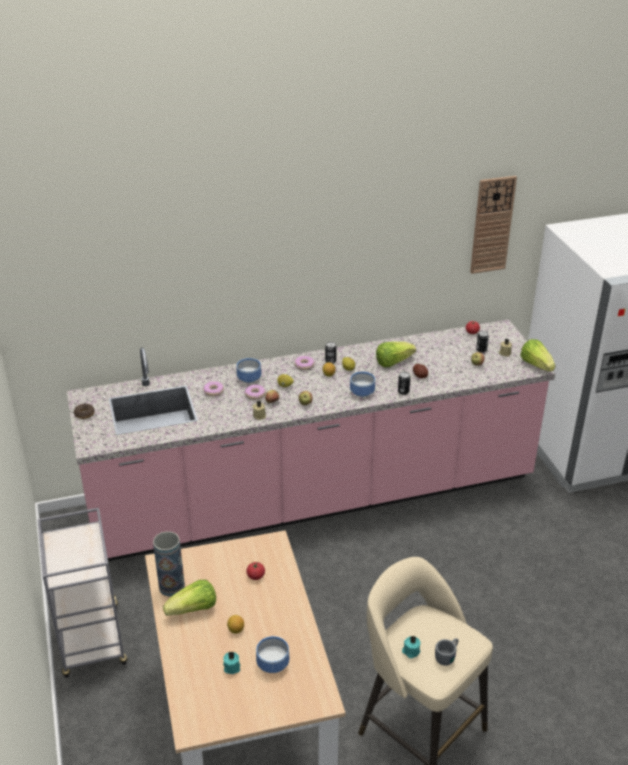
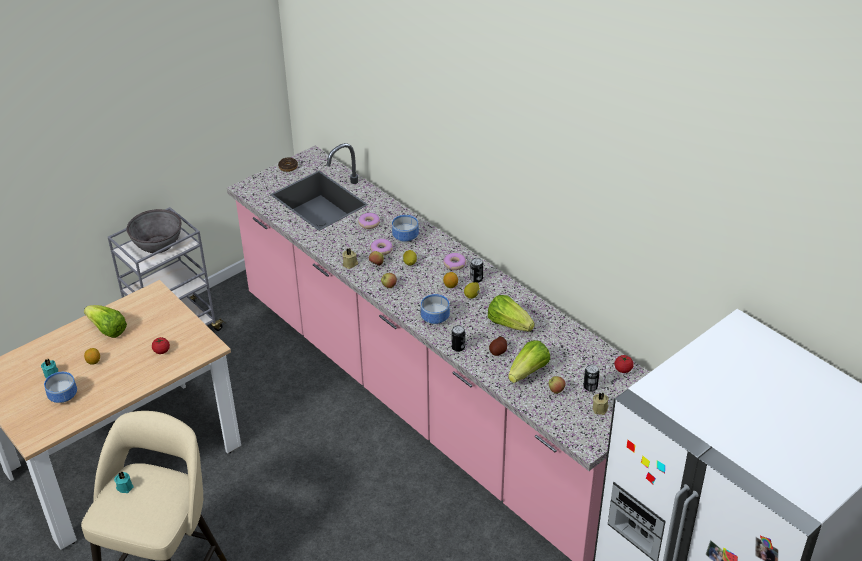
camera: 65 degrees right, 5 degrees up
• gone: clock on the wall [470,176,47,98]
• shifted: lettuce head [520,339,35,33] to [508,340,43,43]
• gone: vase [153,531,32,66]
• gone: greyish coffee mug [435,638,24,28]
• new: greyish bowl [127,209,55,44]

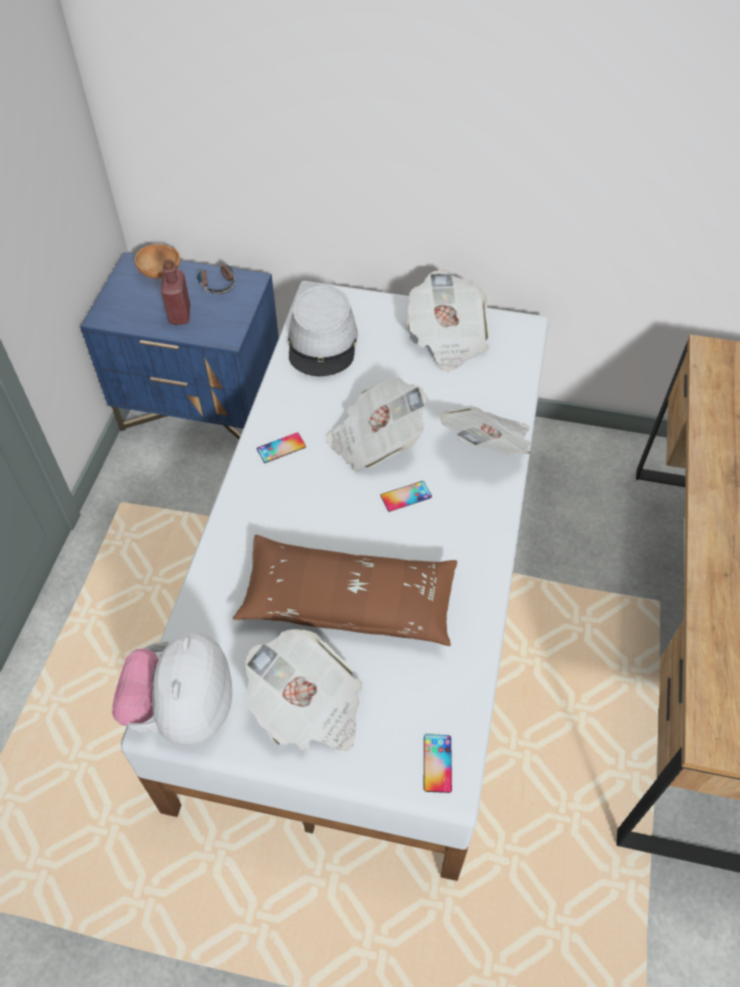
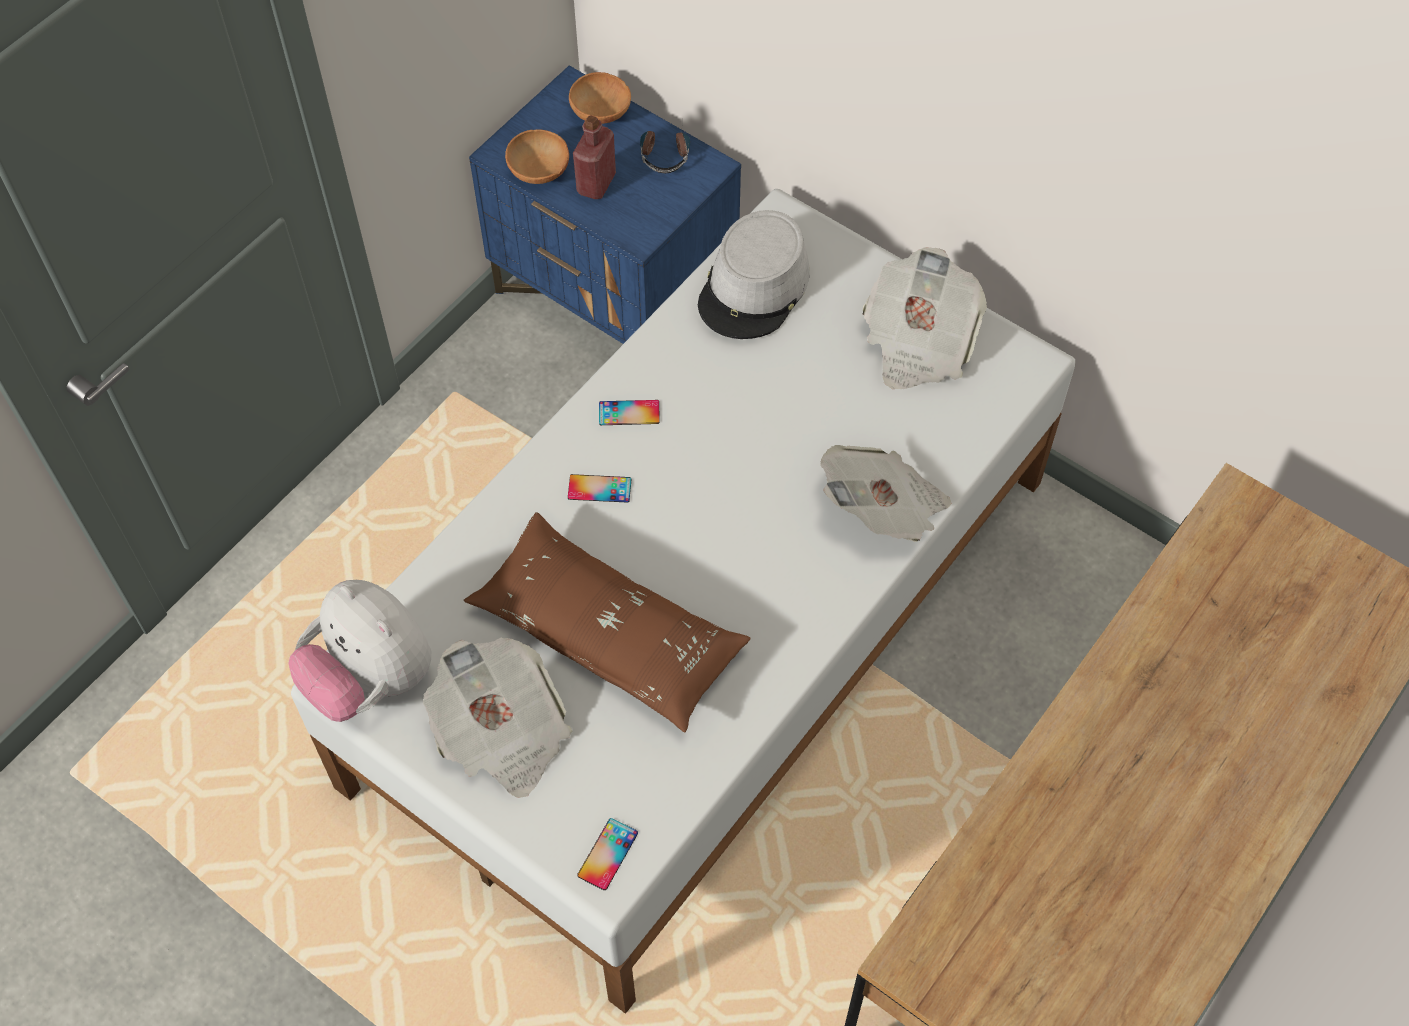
camera: 25 degrees right, 5 degrees up
• gone: printed paper [326,377,102,95]
• shifted: telephone [381,481,51,31] to [568,474,63,29]
• rotated: soft toy [112,632,120,113] = [288,580,143,142] 75 degrees counterclockwise
• new: brown-coloured bowl [505,129,64,55]

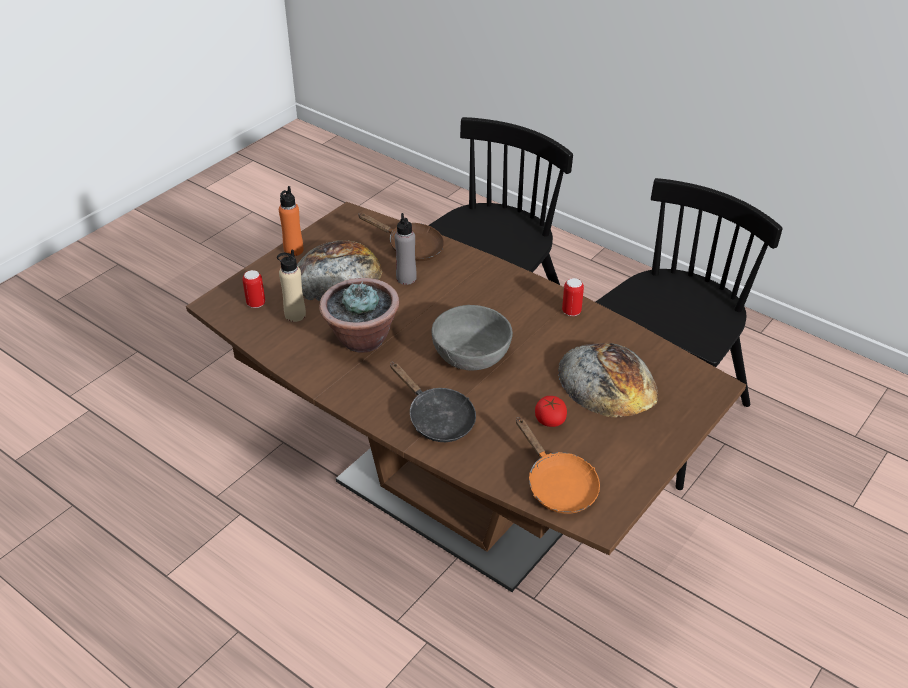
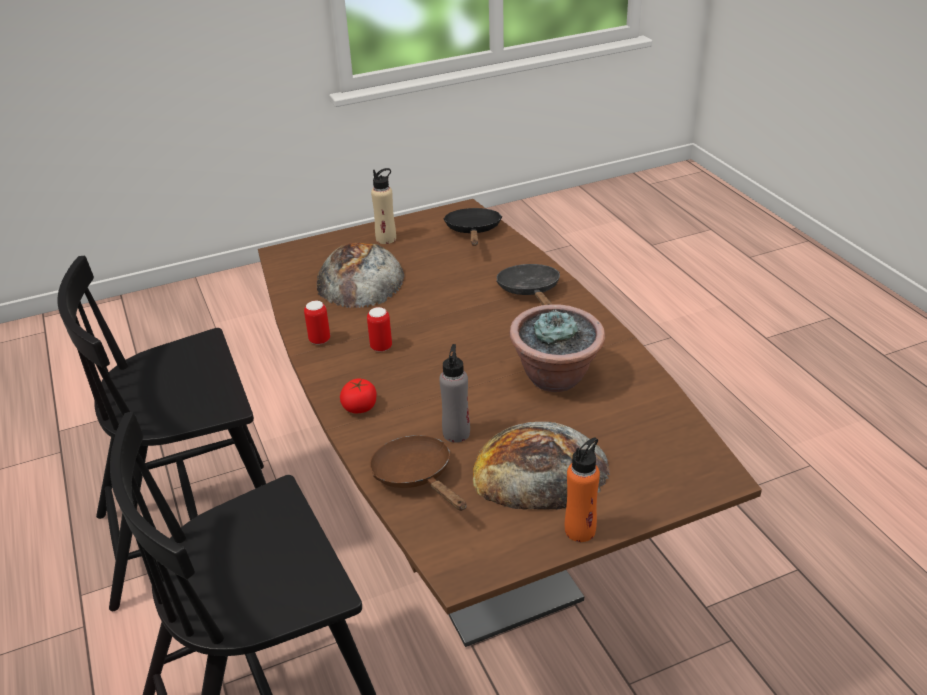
camera: 150 degrees left, 5 degrees down
• shifted: sand-coloured bottle [277,249,29,73] to [371,168,25,76]
• shifted: can [242,270,23,38] to [367,307,25,45]
• gone: greyish bowl [432,305,81,65]
• shifted: whole tomato [535,396,32,31] to [340,378,36,35]
• repainted: orange frying pan [516,417,84,97] to blackish frying pan [443,208,59,38]

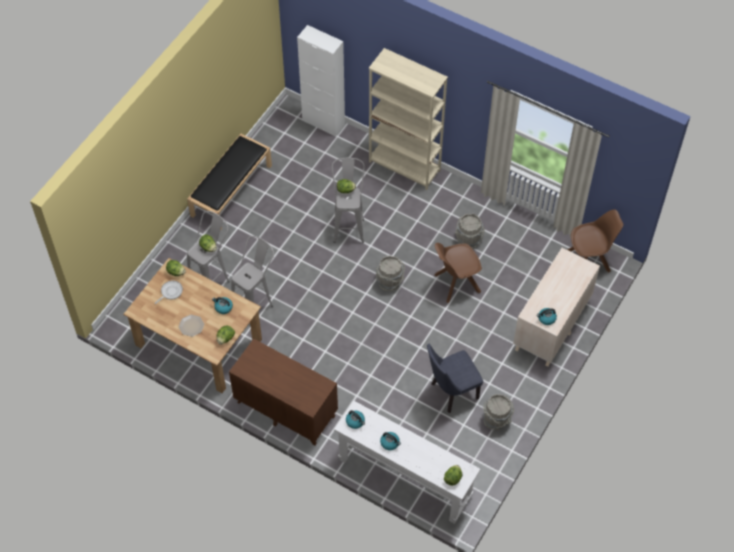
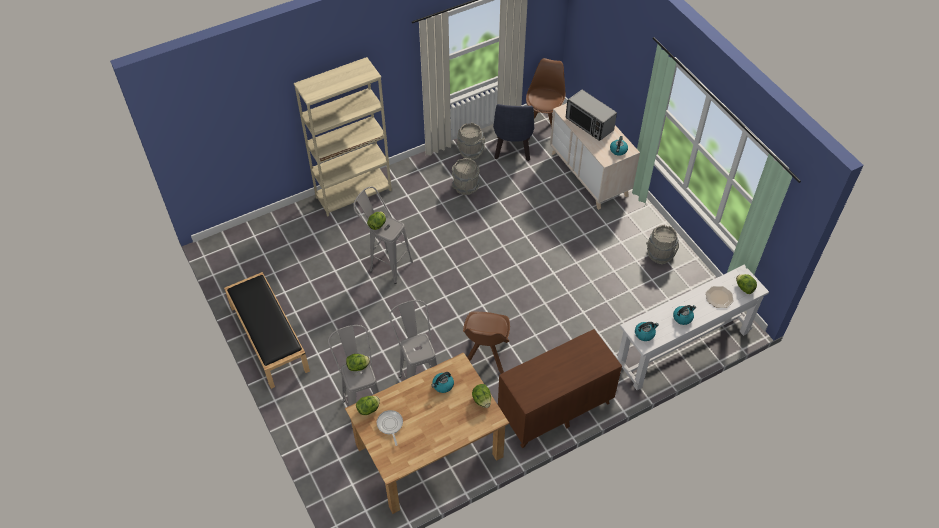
camera: 60 degrees left, 5 degrees down
• gone: white cabinet [297,25,48,112]
• shifted: brown-coloured upright chair [434,243,48,60] to [463,312,47,62]
• shifted: greyish pail [376,256,29,35] to [456,123,29,37]
• shifted: flat dish [179,315,25,22] to [706,286,28,22]
• shifted: blue-coloured upright chair [427,344,56,69] to [493,104,41,57]
• new: microwave [565,90,52,51]

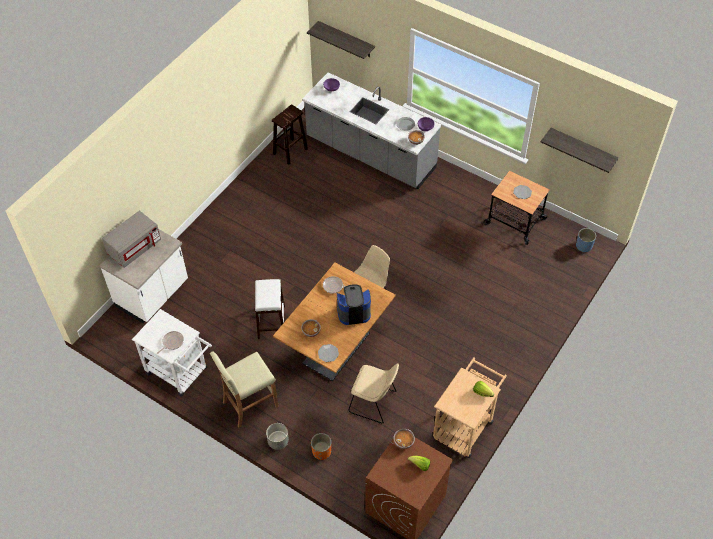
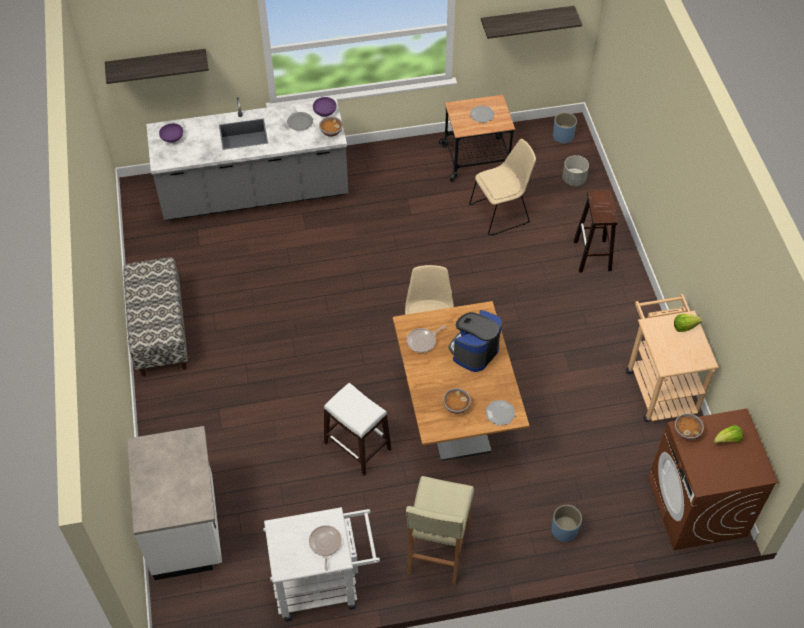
camera: 45 degrees left, 0 degrees up
• shifted: brown-coloured stool seat [272,104,36,61] to [574,190,44,83]
• gone: greyish microwave [102,210,59,58]
• shifted: sand-coloured upright chair [348,363,51,61] to [469,139,67,97]
• shifted: greyish flower pot [266,423,23,27] to [563,155,26,31]
• repainted: orange flower pot [311,433,20,27] to blue-coloured flower pot [552,505,30,38]
• new: long seat [123,257,65,119]

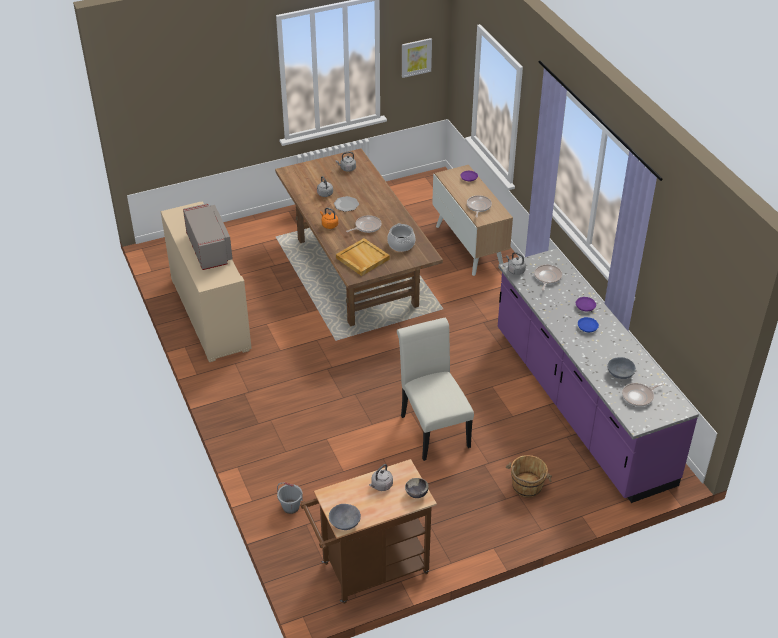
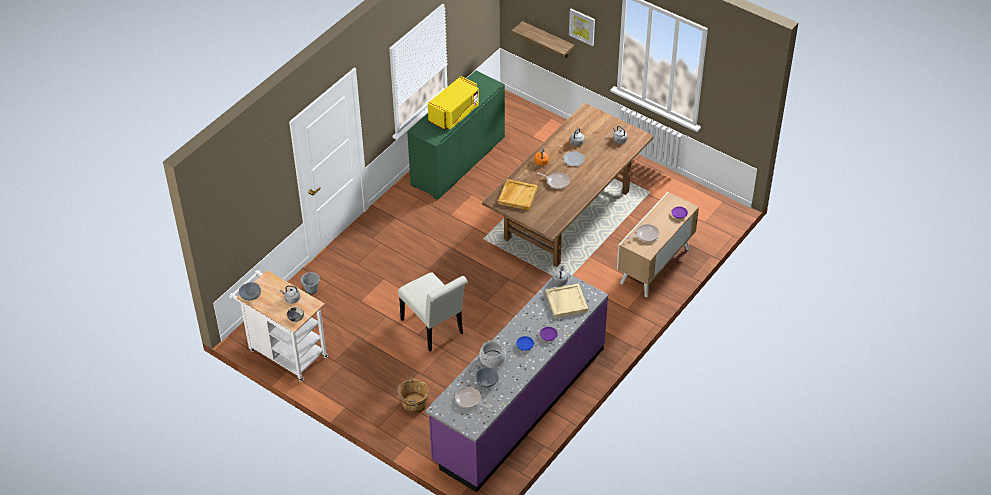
camera: 60 degrees right, 5 degrees up
• shifted: wall art [402,38,30,40] to [569,9,26,37]
• repainted: sand-coloured cabinet [161,201,91,161] to green cabinet [407,71,98,129]
• repainted: greyish microwave [183,203,50,67] to yellowish microwave [428,76,51,54]
• shifted: cooking pot [387,223,29,29] to [480,340,26,28]
• swapped: frying pan [534,265,28,26] to sand-coloured serving tray [546,283,42,35]
• rotated: white upright chair [397,318,77,143] = [398,273,70,78] 105 degrees clockwise
• repainted: brown-coloured wheeled cart [300,459,137,145] to white wheeled cart [229,270,99,112]
• new: wall shelf [512,21,62,37]

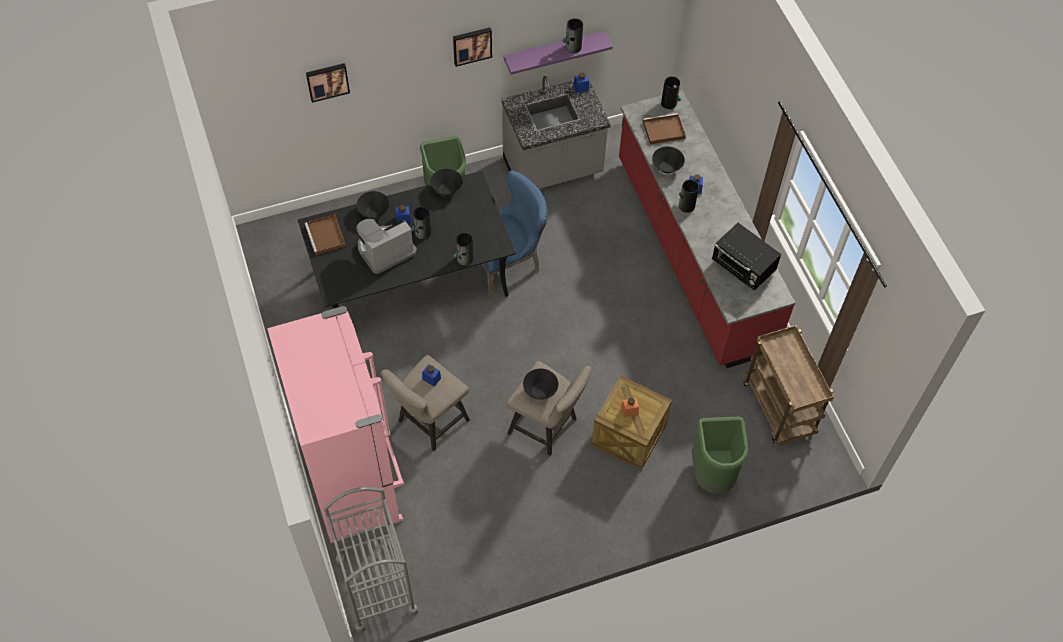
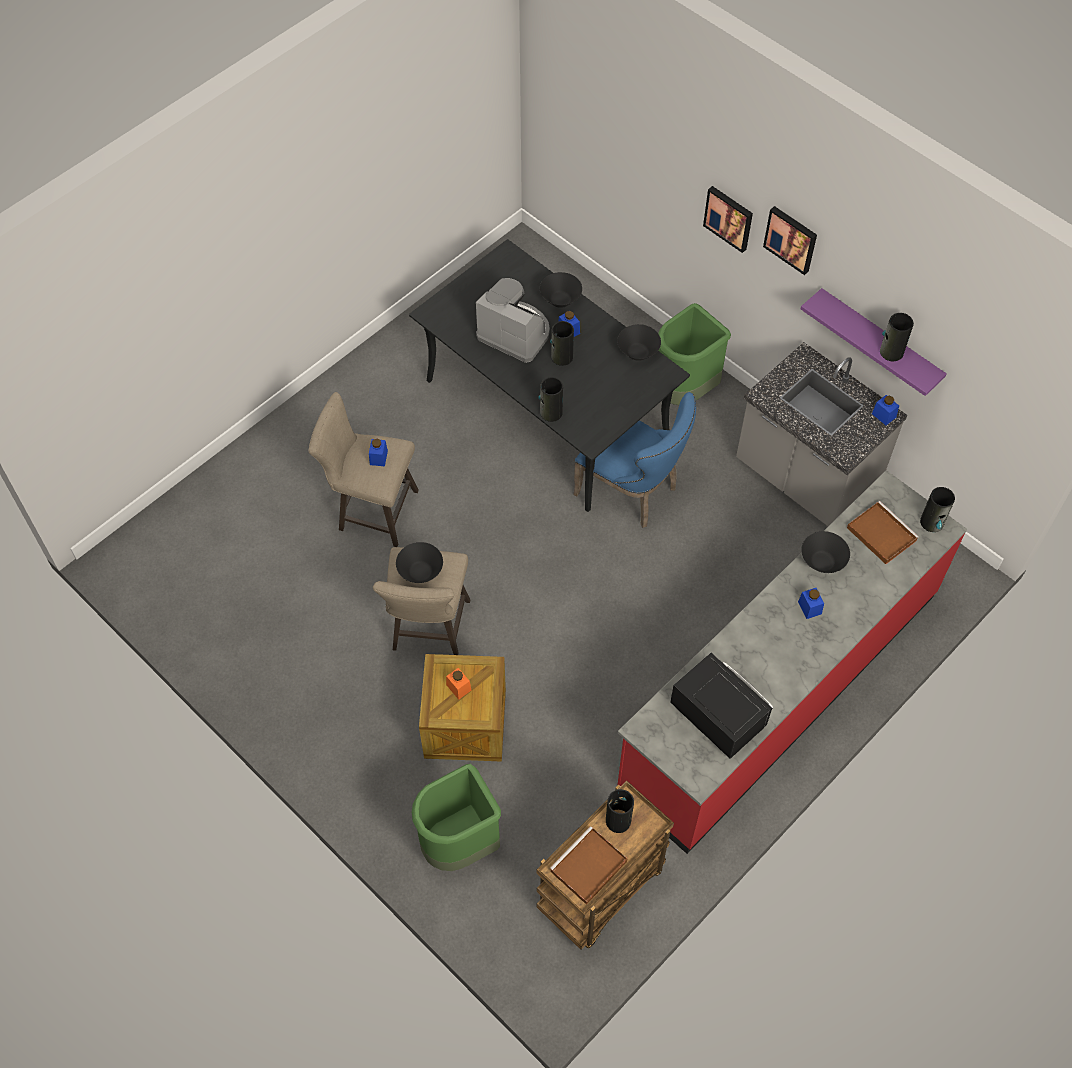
camera: 65 degrees right, 0 degrees up
• shifted: wall art [306,63,44,40] to [703,186,50,67]
• shifted: vase [679,180,20,33] to [606,789,28,44]
• shifted: brown-coloured serving tray [305,214,41,41] to [550,826,77,79]
• rotated: blackish microwave [712,223,69,68] = [670,653,103,106] 120 degrees clockwise
• gone: pinkish refrigerator [267,306,137,237]
• gone: greyish wheeled cart [324,487,94,146]

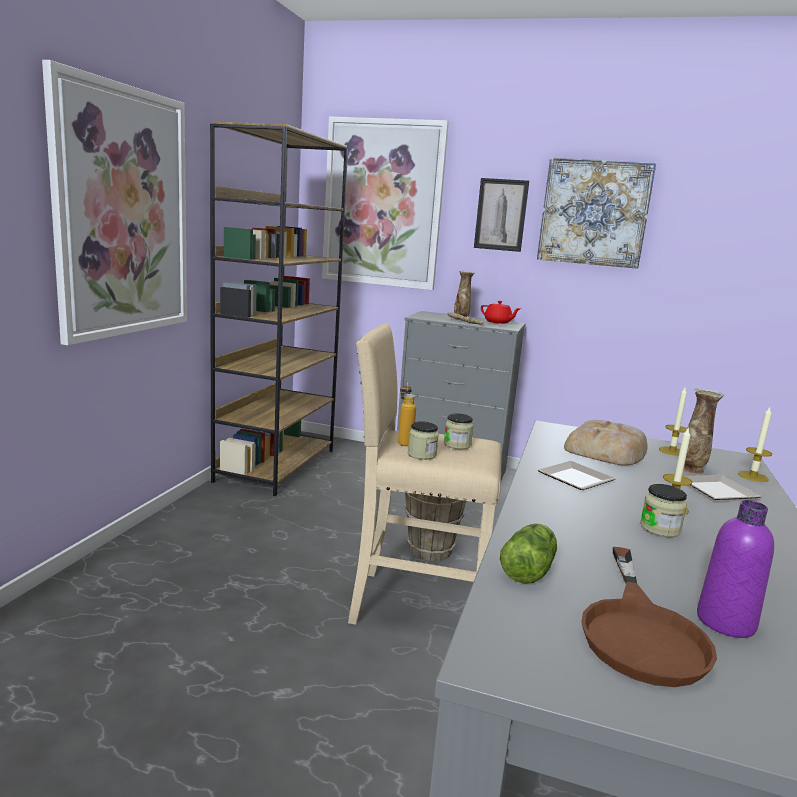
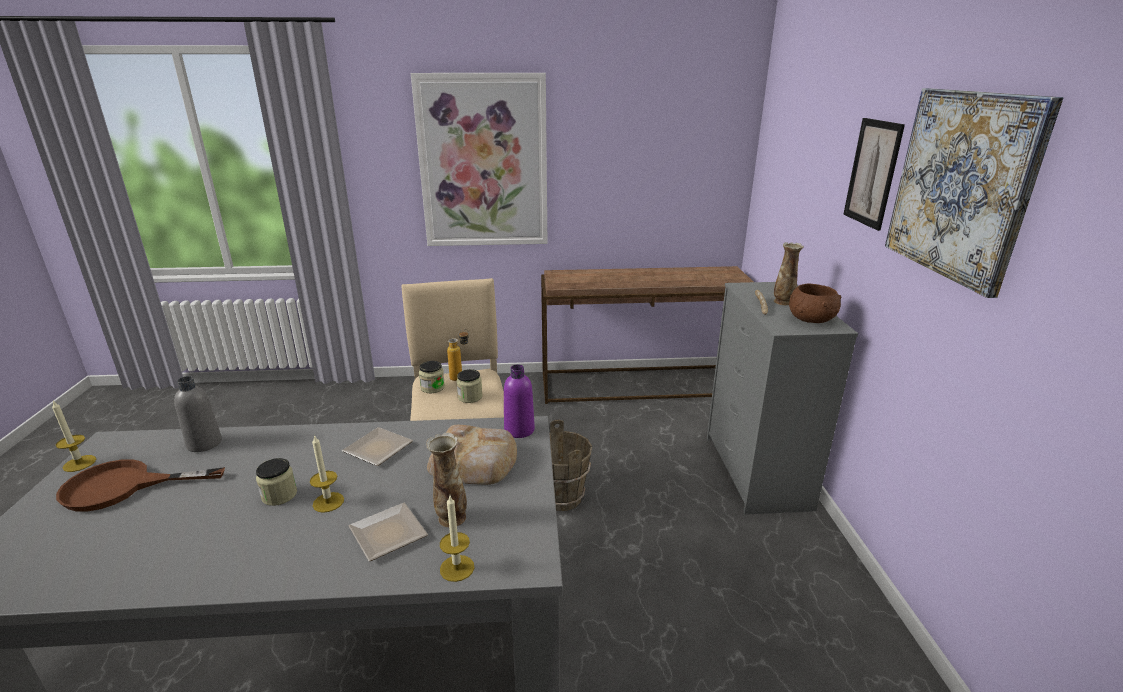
camera: 70 degrees right, 10 degrees up
• gone: wall art [322,116,127,174]
• swapped: brown-coloured bookcase [210,122,138,374] to brown-coloured hall table [541,266,213,138]
• swapped: red tea pot [481,301,39,23] to brown-coloured bowl [789,284,52,39]
• shifted: candle [659,386,28,70] to [52,400,44,72]
• shifted: purple bottle [697,500,77,138] to [504,365,31,73]
• swapped: lettuce head [500,523,57,61] to greyish bottle [174,376,48,76]

